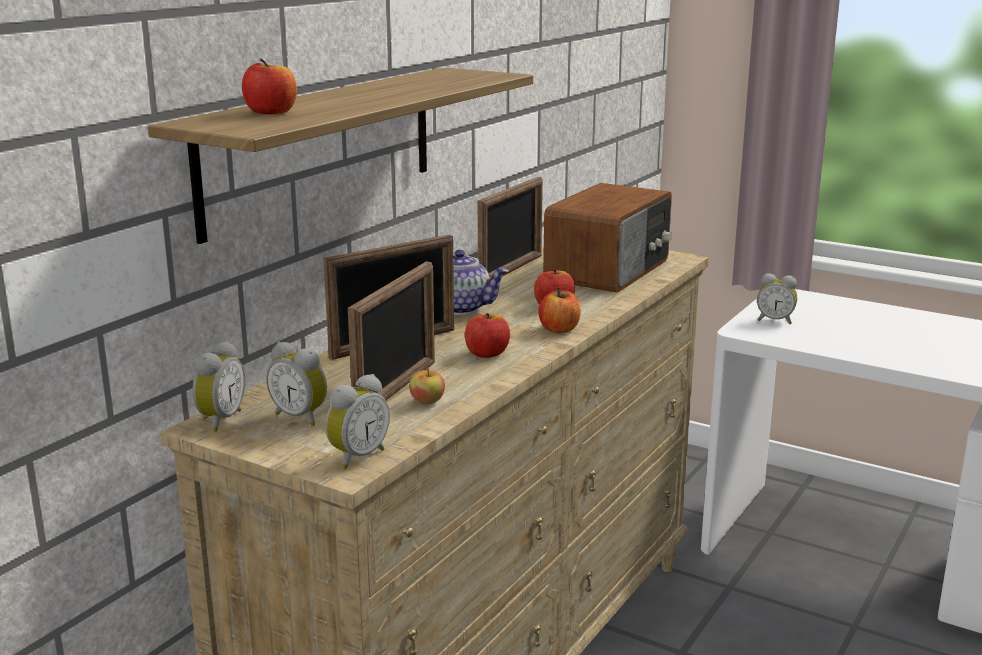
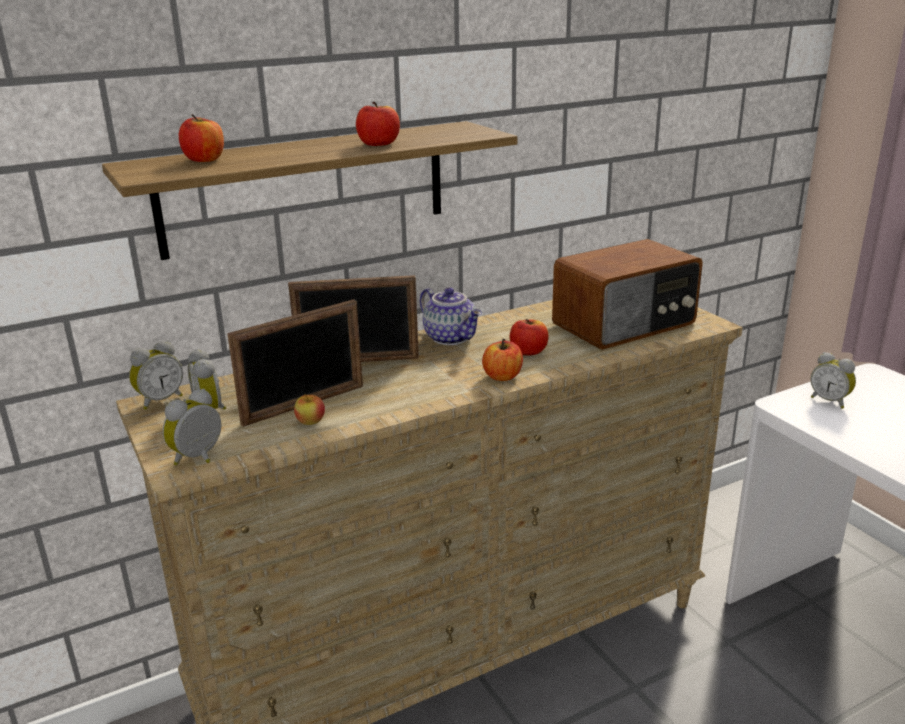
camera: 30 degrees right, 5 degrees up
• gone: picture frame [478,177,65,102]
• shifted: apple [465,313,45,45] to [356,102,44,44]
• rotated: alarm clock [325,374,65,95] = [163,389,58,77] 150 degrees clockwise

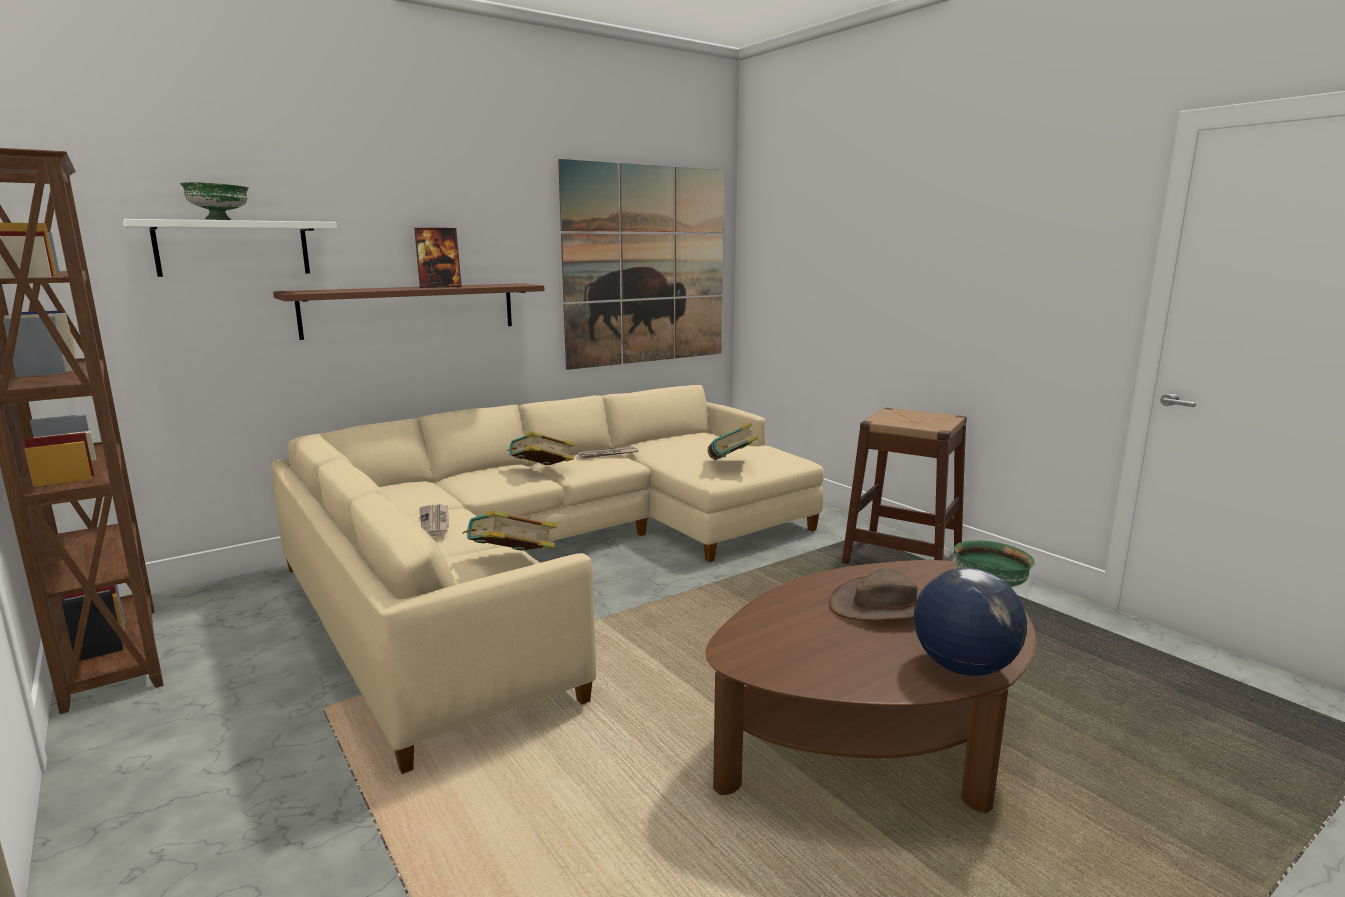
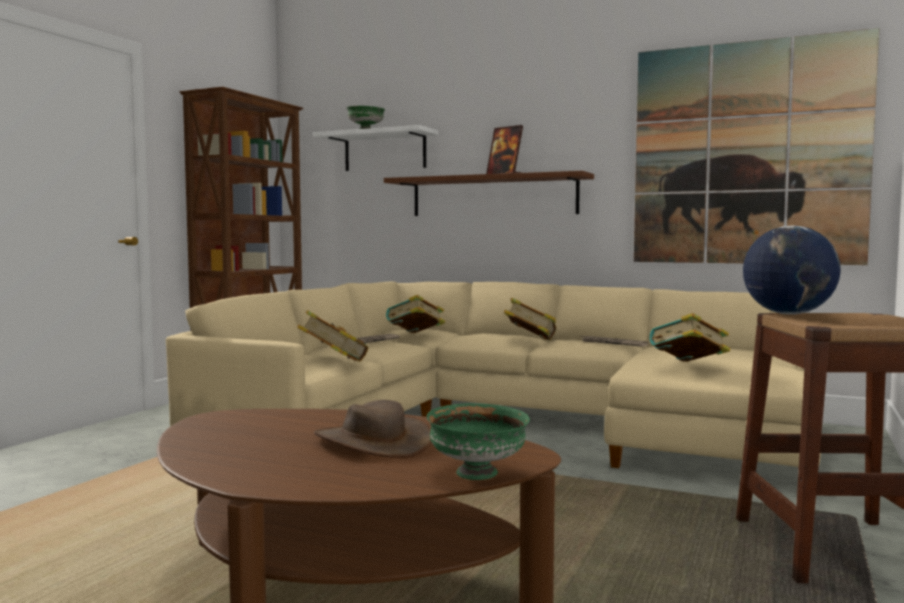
camera: 60 degrees right, 10 degrees down
• shifted: globe [914,567,113,109] to [743,225,98,90]
• new: book [386,295,59,38]

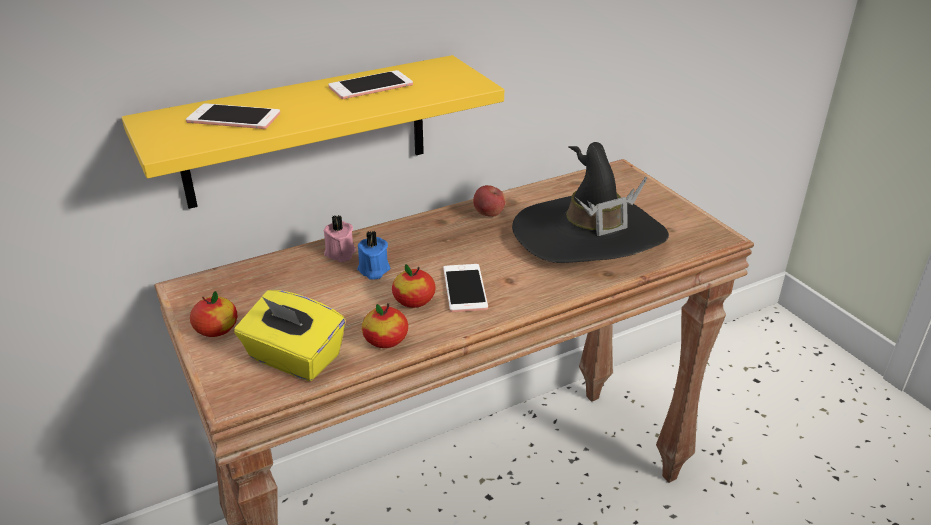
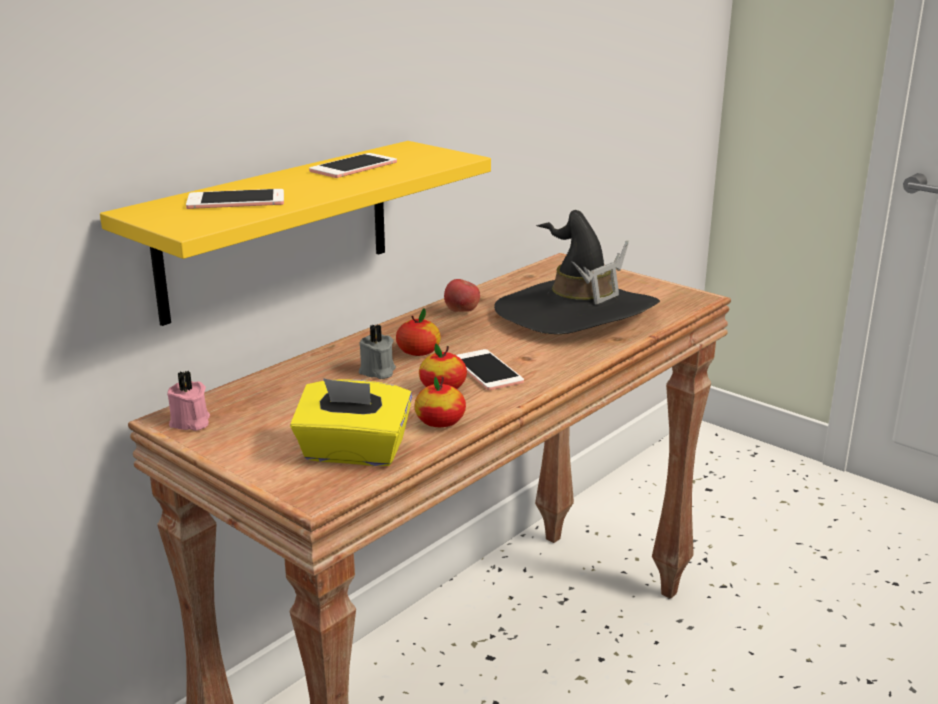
camera: 20 degrees left, 10 degrees down
• shifted: pinkish candle [323,215,33,47] to [167,371,43,60]
• repainted: blue-coloured candle [357,230,33,50] to greyish candle [359,324,37,55]
• shifted: apple [190,291,47,46] to [396,308,45,48]

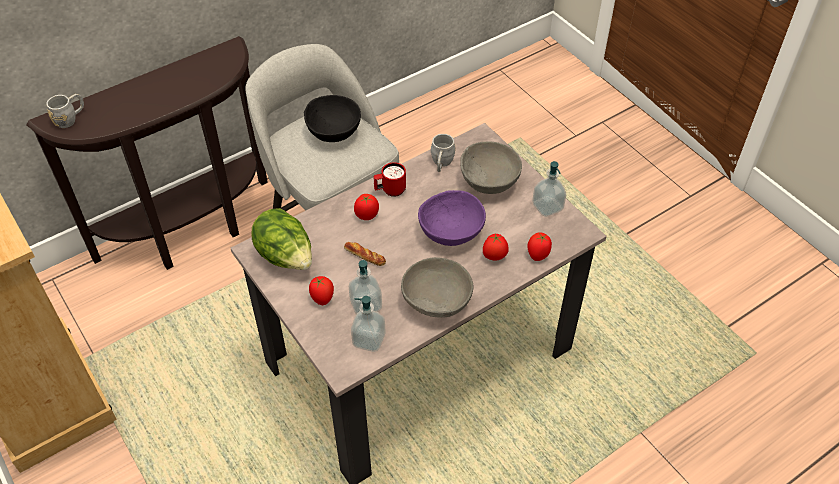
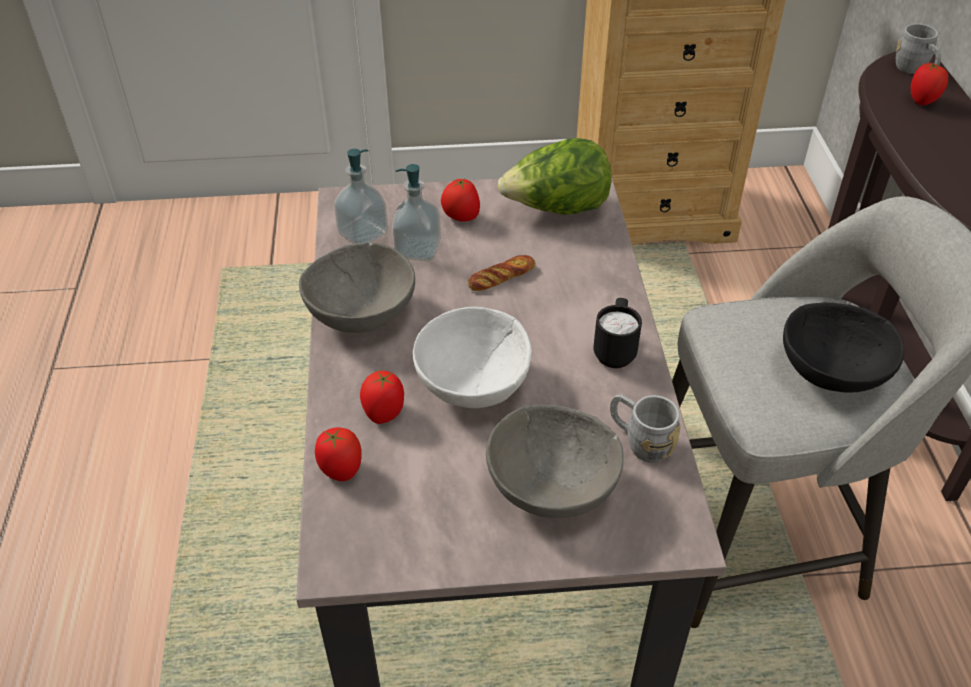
camera: 120 degrees right, 5 degrees down
• gone: soap dispenser [532,161,34,56]
• repainted: red coffee mug [374,162,32,35] to blackish coffee mug [593,298,49,70]
• repainted: purple bowl [418,190,68,56] to white bowl [413,307,119,101]
• shifted: whole tomato [354,194,25,26] to [911,63,37,42]

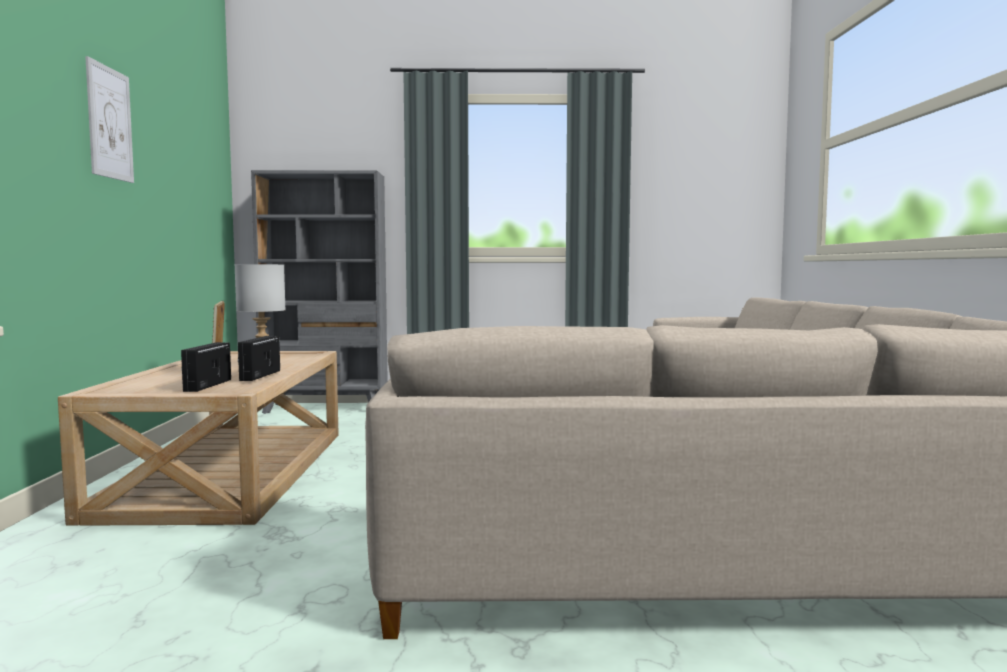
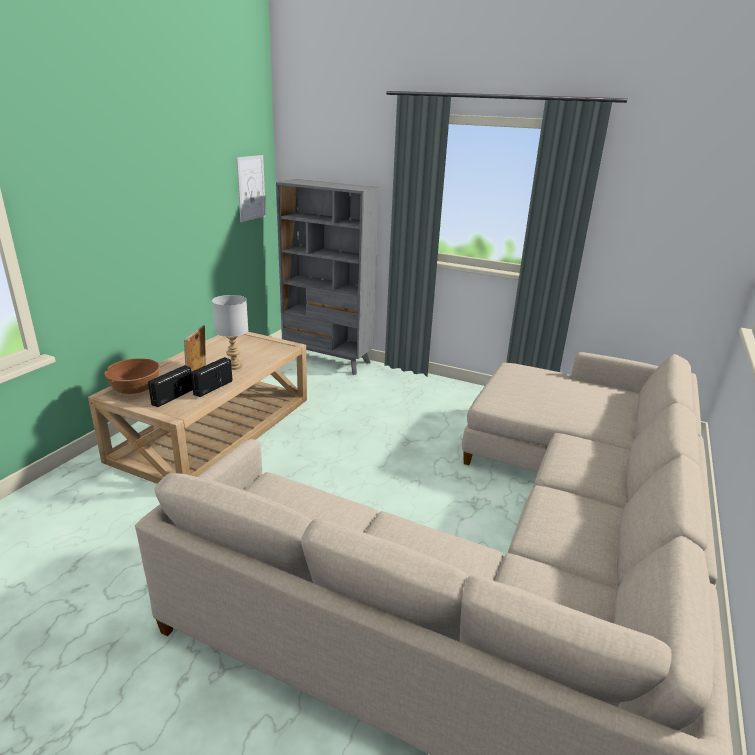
camera: 25 degrees right, 20 degrees up
• shifted: wall art [85,56,49,127] to [236,155,30,67]
• new: brown-coloured bowl [104,358,56,36]

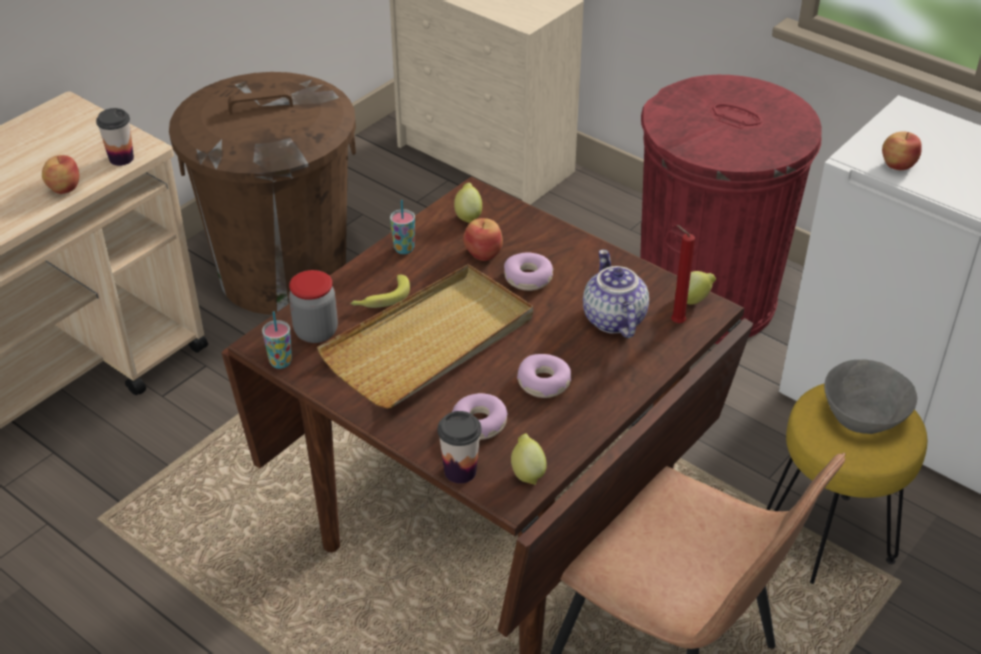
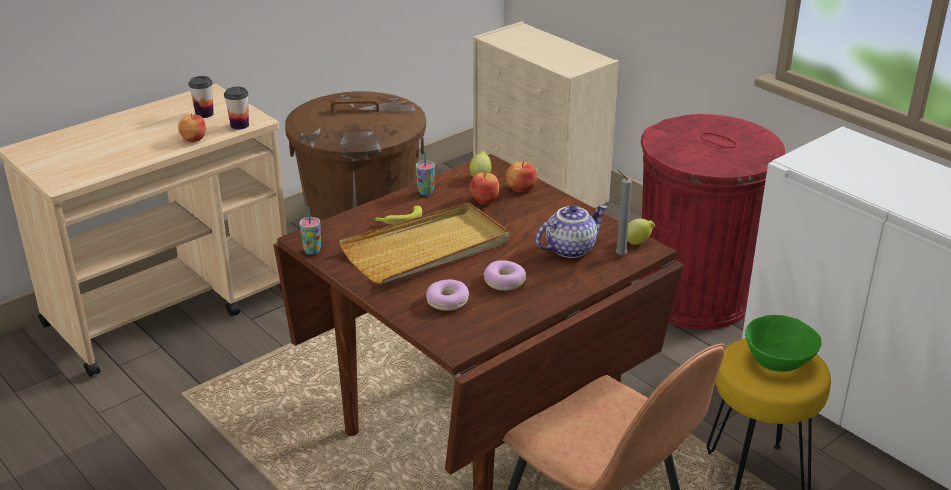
camera: 10 degrees right, 10 degrees down
• shifted: apple [882,132,40,38] to [506,161,31,31]
• repainted: red candle [671,225,24,98] to greyish candle [615,170,17,86]
• rotated: tea pot [583,249,66,89] = [536,205,71,53] 60 degrees clockwise
• gone: ring doughnut [504,253,50,38]
• gone: preserve jar [289,270,49,73]
• repainted: greyish bowl [824,360,93,74] to green bowl [745,315,76,57]
• shifted: drinking cup [437,411,45,73] to [188,76,26,42]
• gone: citrus fruit [511,433,36,52]

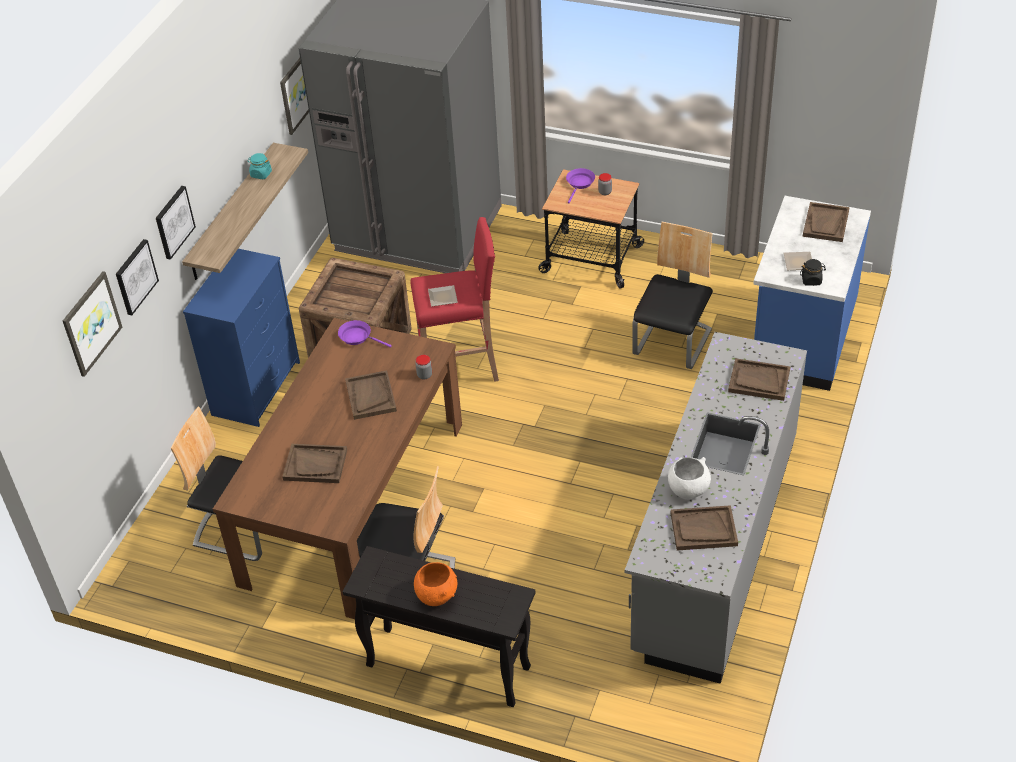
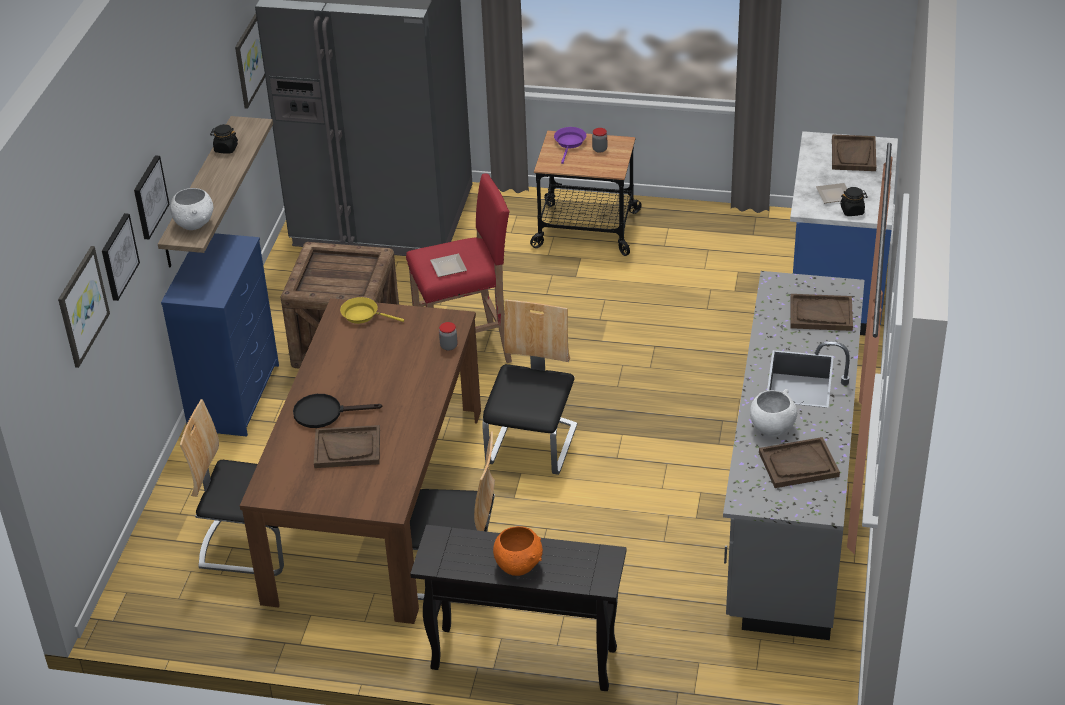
camera: 10 degrees left, 5 degrees down
• repainted: blue-green preserve jar [247,153,25,26] to blackish preserve jar [210,124,28,30]
• shifted: upright chair [632,222,81,147] to [482,300,95,175]
• repainted: purple frying pan [338,320,54,28] to yellowish frying pan [340,297,64,27]
• gone: brown-coloured serving tray [345,370,52,50]
• new: white bowl [170,188,43,42]
• new: blackish frying pan [293,394,89,34]

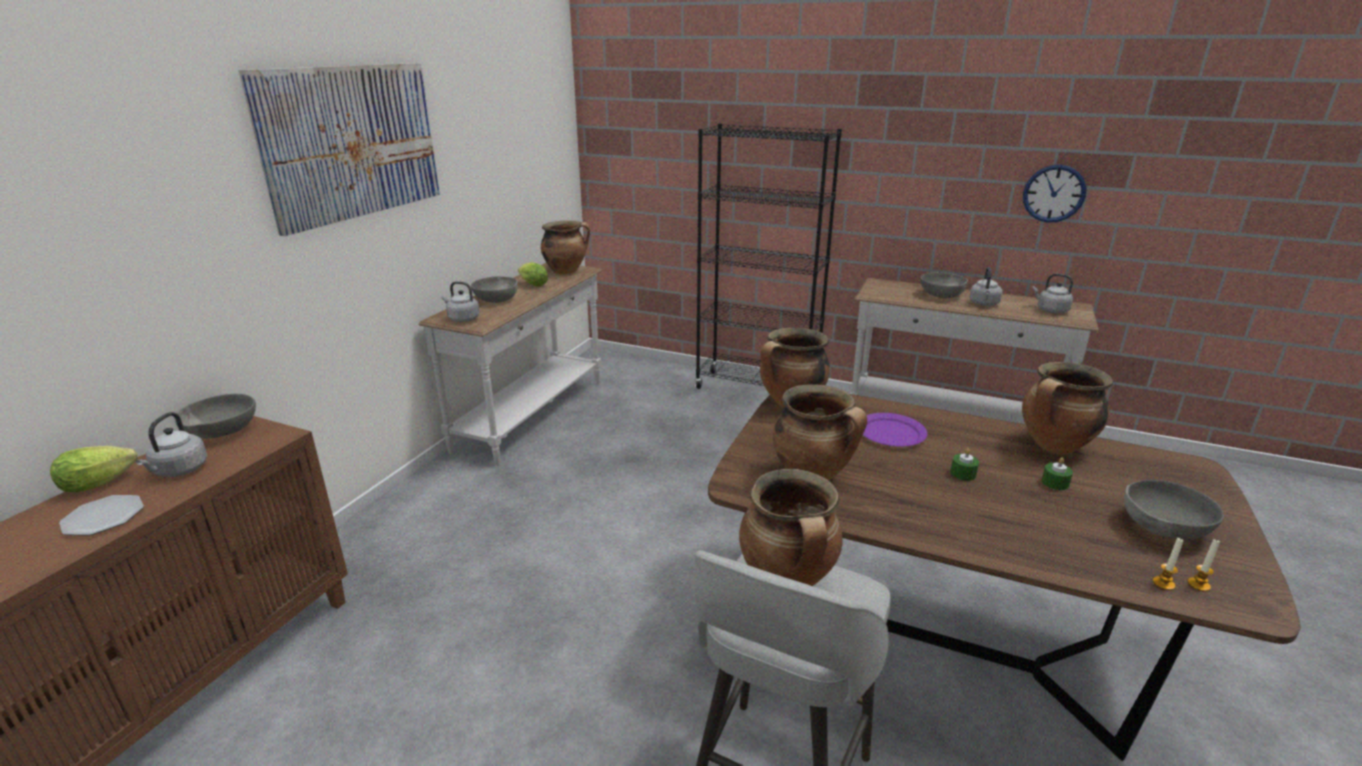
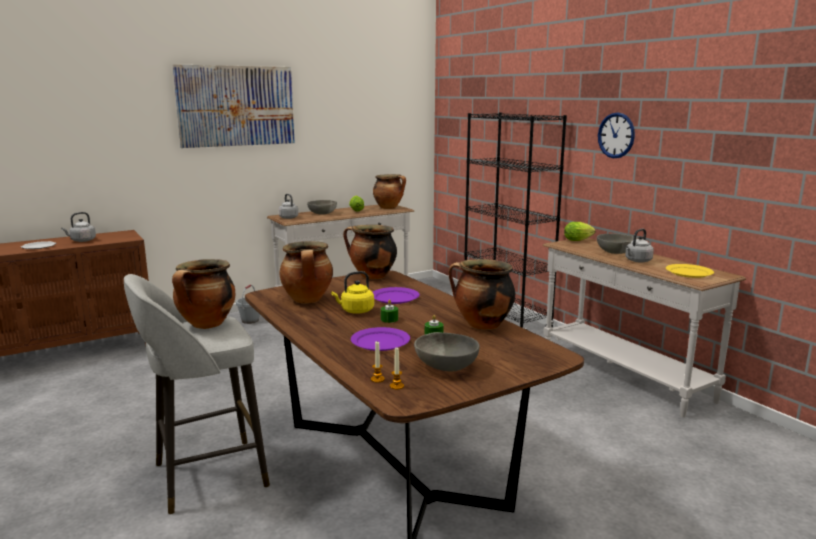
camera: 35 degrees right, 10 degrees down
• shifted: clock on the wall [1023,165,64,58] to [598,113,37,45]
• swapped: greyish water kettle [1032,274,41,39] to yellowish flat dish [666,264,48,14]
• gone: greyish bowl [174,394,82,45]
• shifted: lettuce head [50,446,88,46] to [564,222,31,19]
• new: yellowish water kettle [331,271,43,43]
• new: greyish pail [236,284,24,40]
• new: purple flat dish [351,327,59,24]

